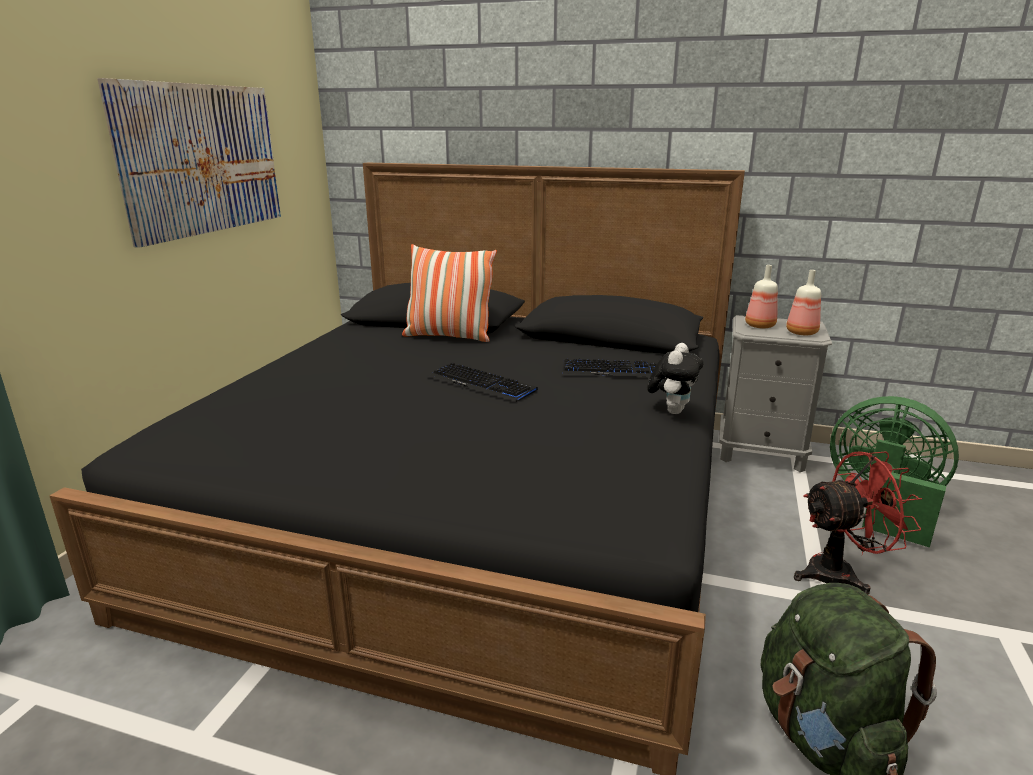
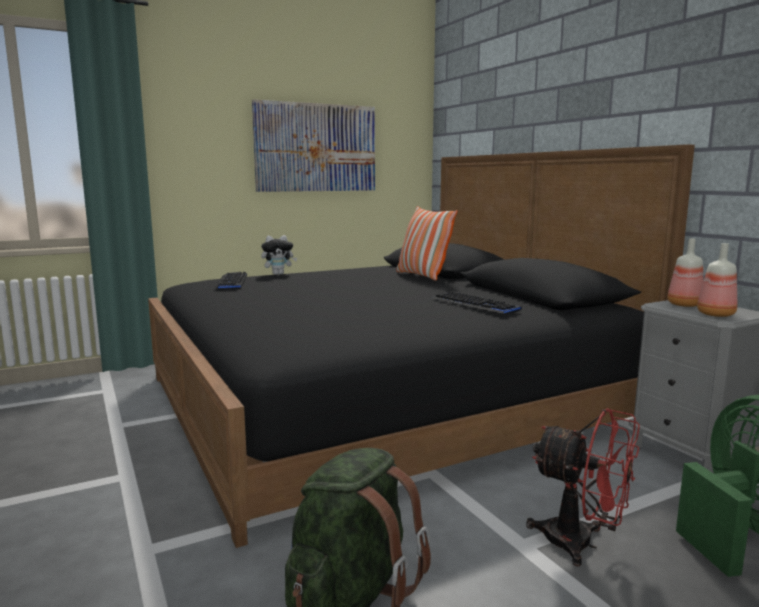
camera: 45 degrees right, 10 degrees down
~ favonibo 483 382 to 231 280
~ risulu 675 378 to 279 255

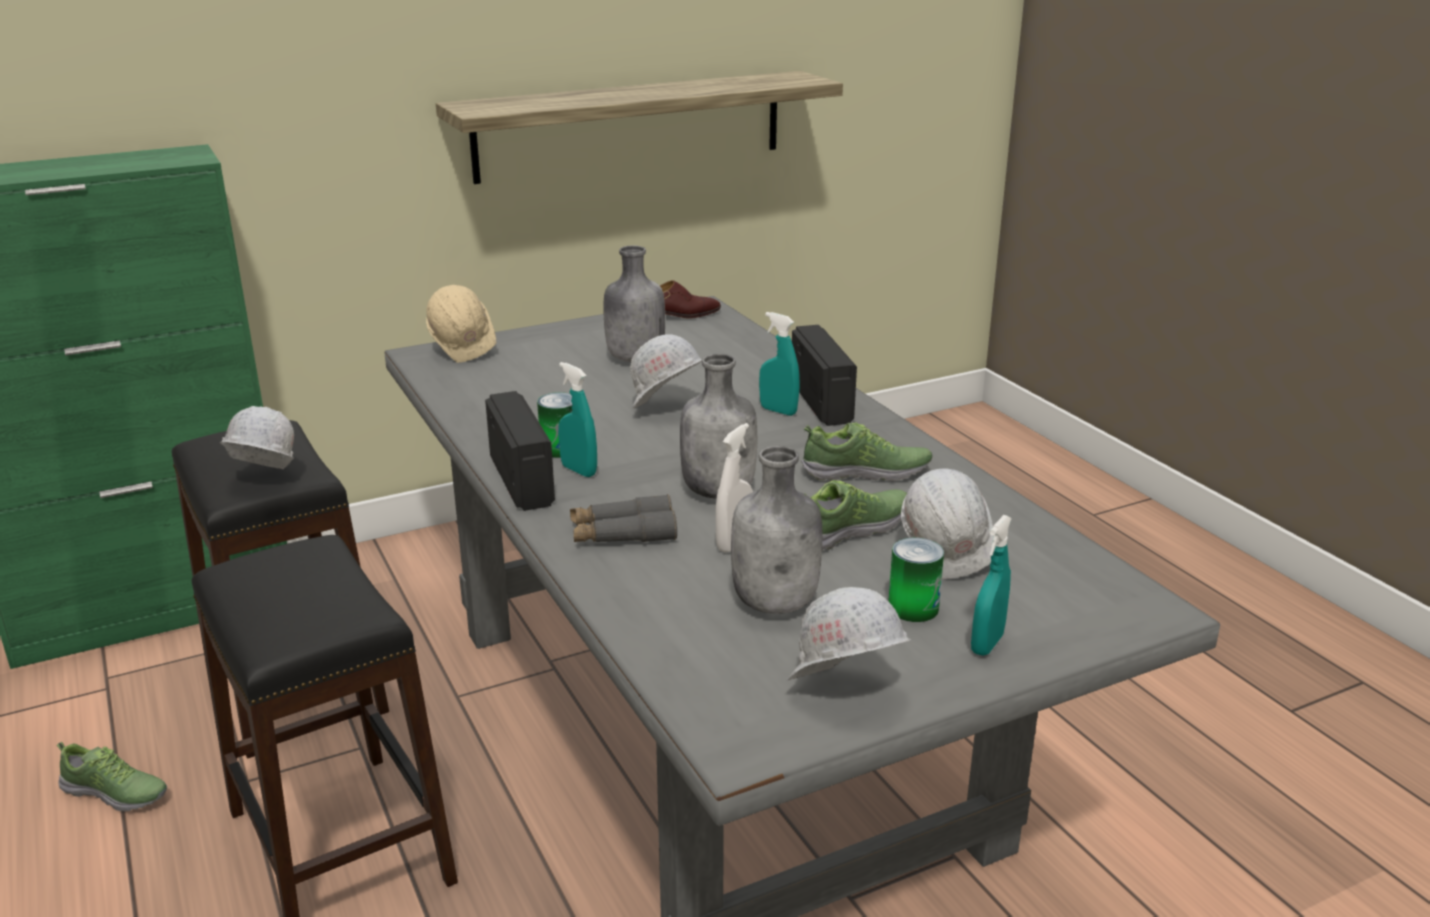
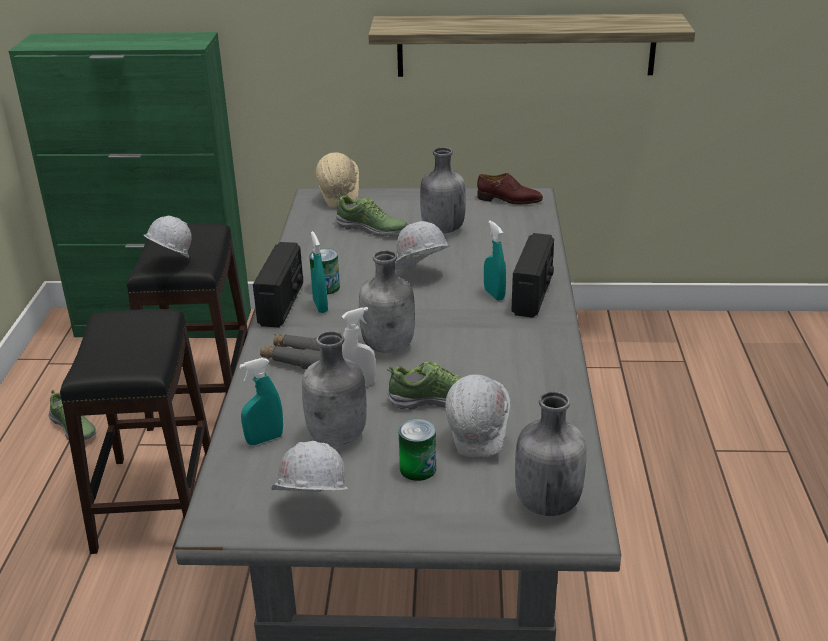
camera: 30 degrees right, 5 degrees up
~ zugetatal 866 452 to 371 215
~ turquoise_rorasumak 991 585 to 261 401
+ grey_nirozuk 551 453

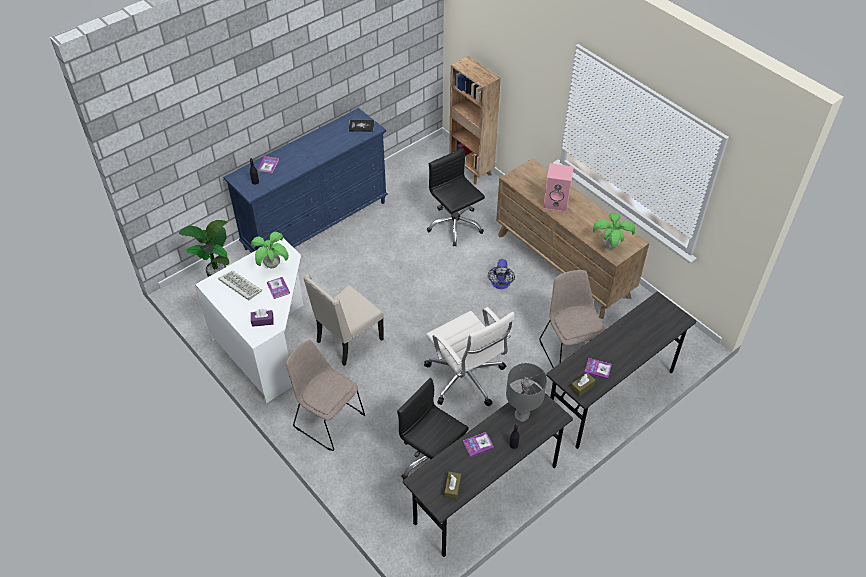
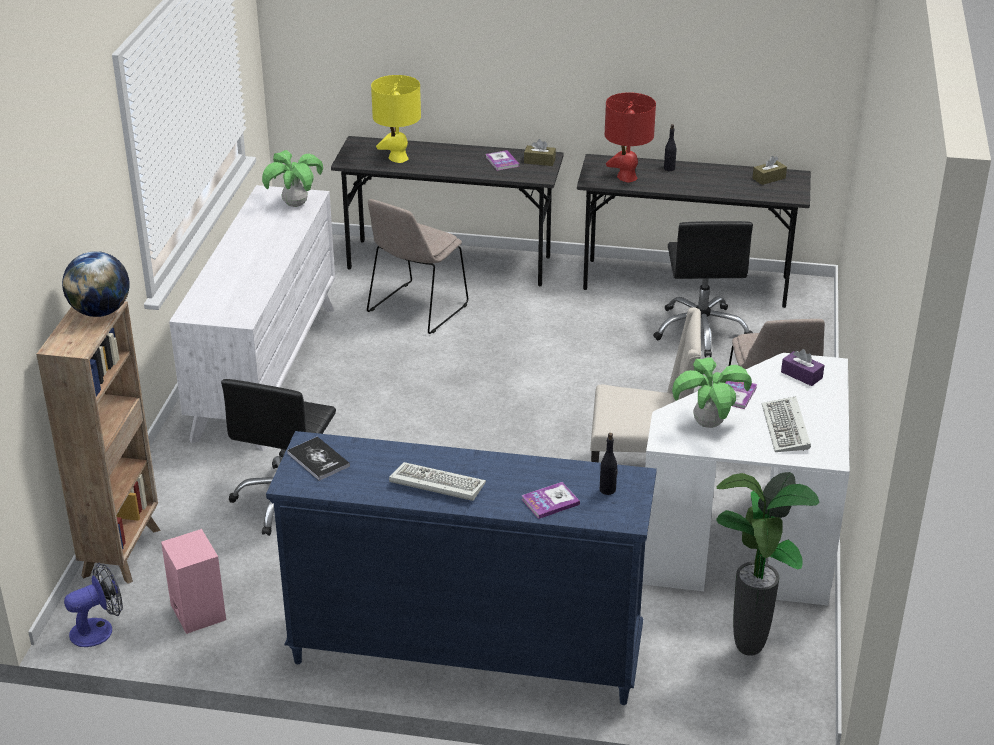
camera: 130 degrees left, 15 degrees down
- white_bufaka 469 357
- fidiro 478 444
~ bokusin 501 274 to 93 605
~ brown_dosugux 572 238 to white_dosugux 252 318
~ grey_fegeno 526 392 to red_fegeno 630 137
~ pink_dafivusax 558 187 to 193 581
+ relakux 96 284
+ yellow_fegeno 396 119
+ favonibo 437 481

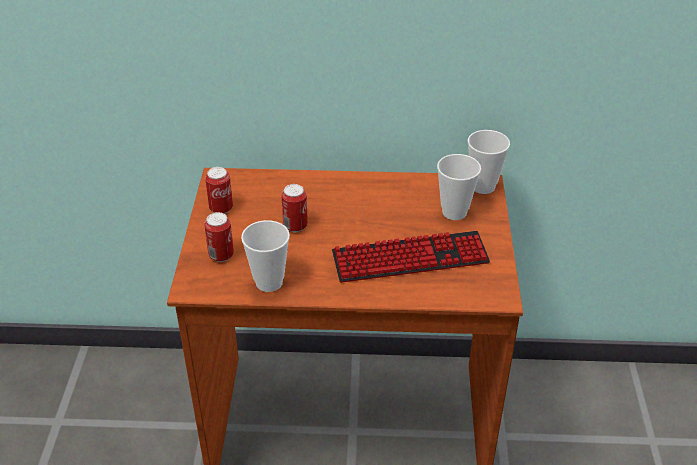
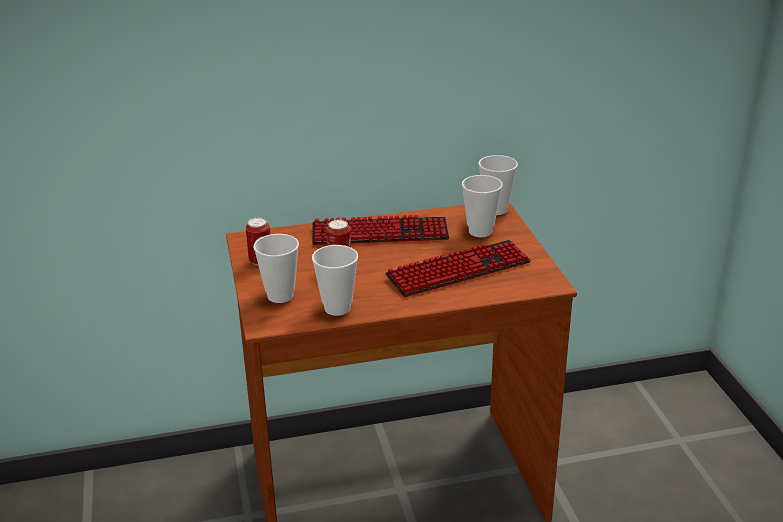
camera: 15 degrees left, 10 degrees down
~ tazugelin 219 237 to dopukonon 276 268
+ favonibo 380 230

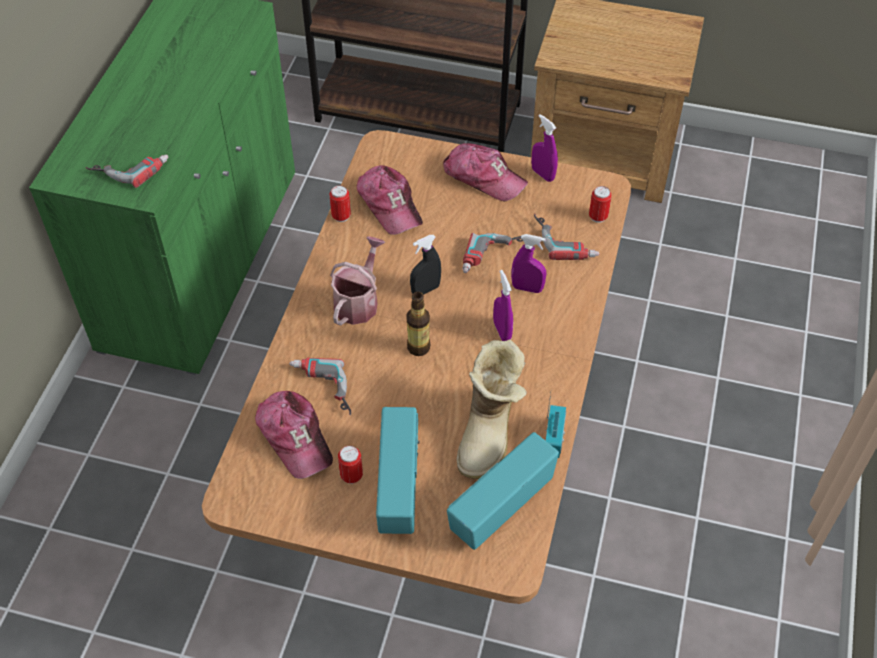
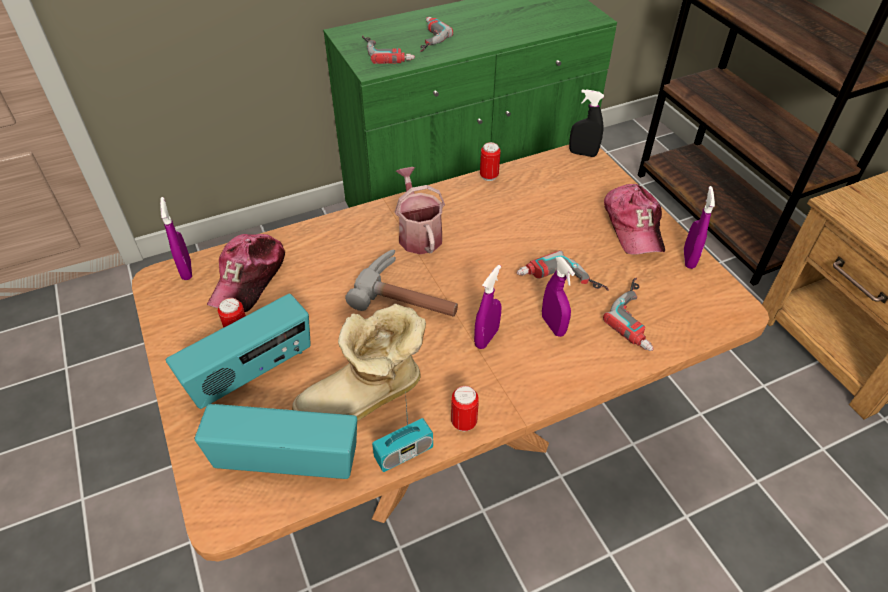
camera: 50 degrees right, 5 degrees down
~ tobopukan 320 387 to 436 34
~ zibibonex 357 281 = 420 210 90 degrees counterclockwise
- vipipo 390 200
~ nirozuk 418 324 to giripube 401 283
~ black_rorasumak 425 265 to 586 123
~ tazugelin 600 204 to 465 408
+ purple_rorasumak 176 238

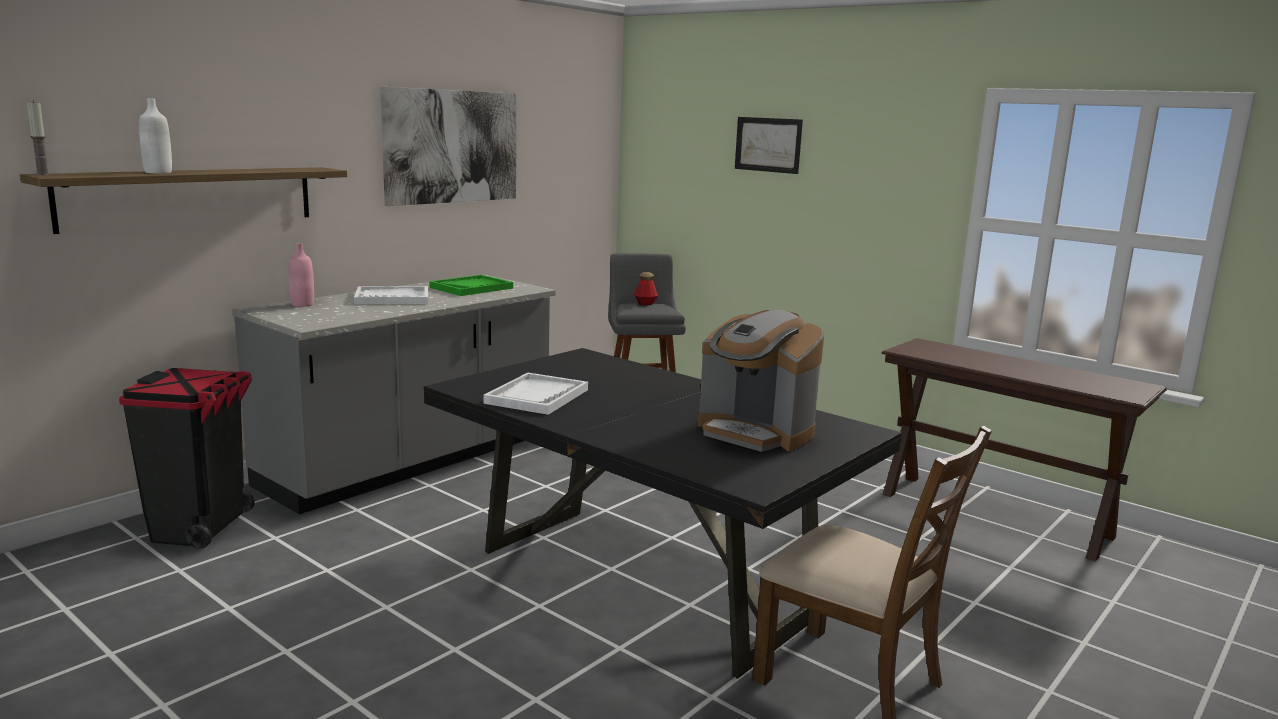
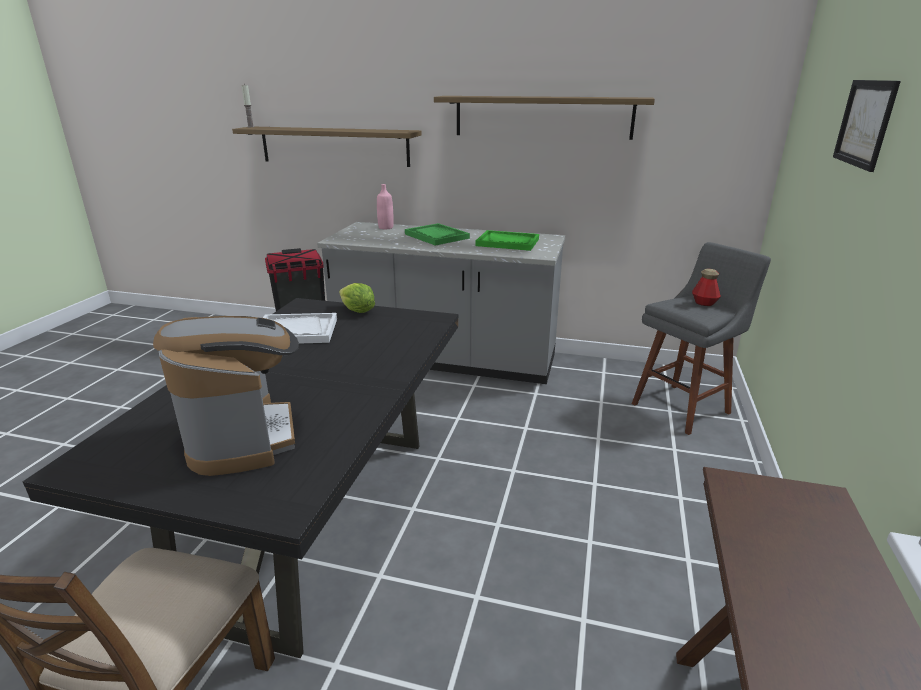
camera: 65 degrees right, 10 degrees up
- white_nirozuk 155 135
~ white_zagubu 391 295 to green_zagubu 437 234
~ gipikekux 448 146 to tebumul 544 118
~ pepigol 761 381 = 226 396 150 degrees clockwise
+ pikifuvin 357 298

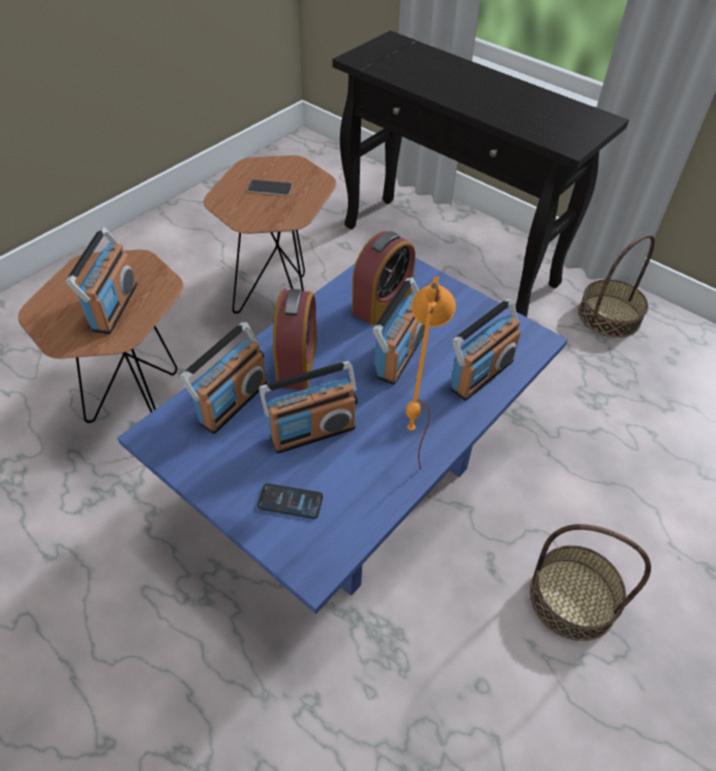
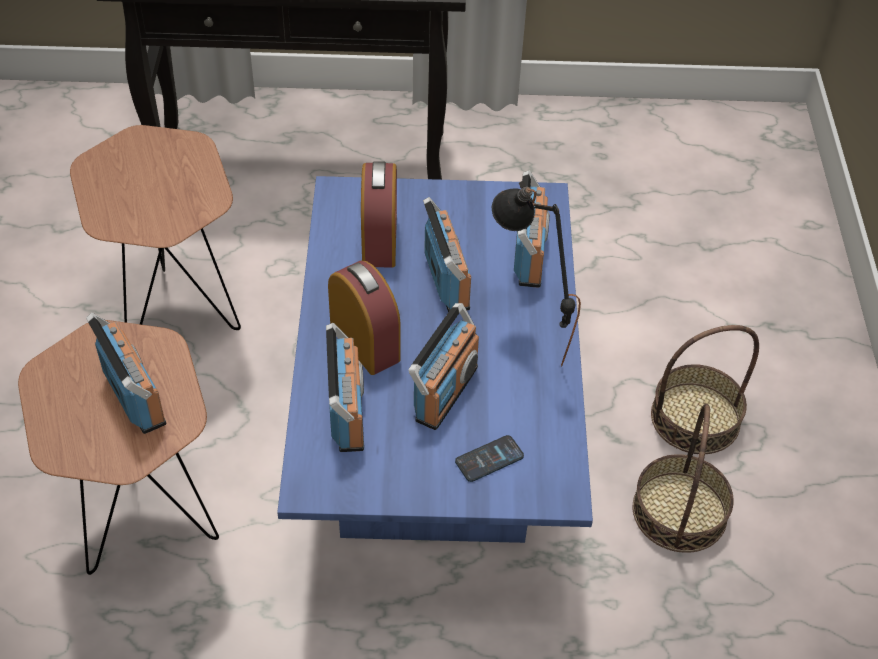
camera: 40 degrees left, 0 degrees up
- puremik 270 188
~ orange_fegeno 431 373 to black_fegeno 536 273
~ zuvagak 616 286 to 683 478

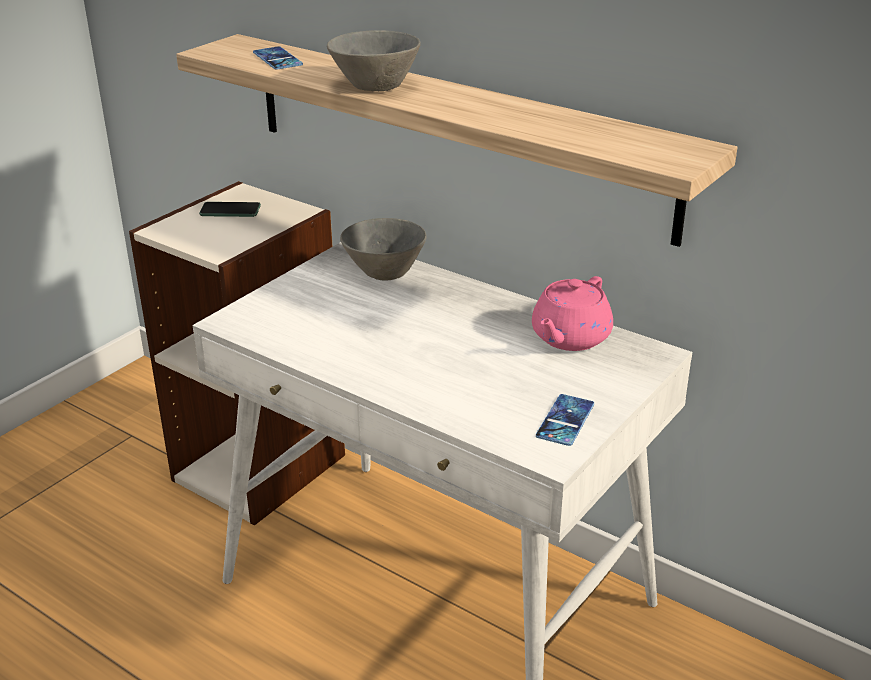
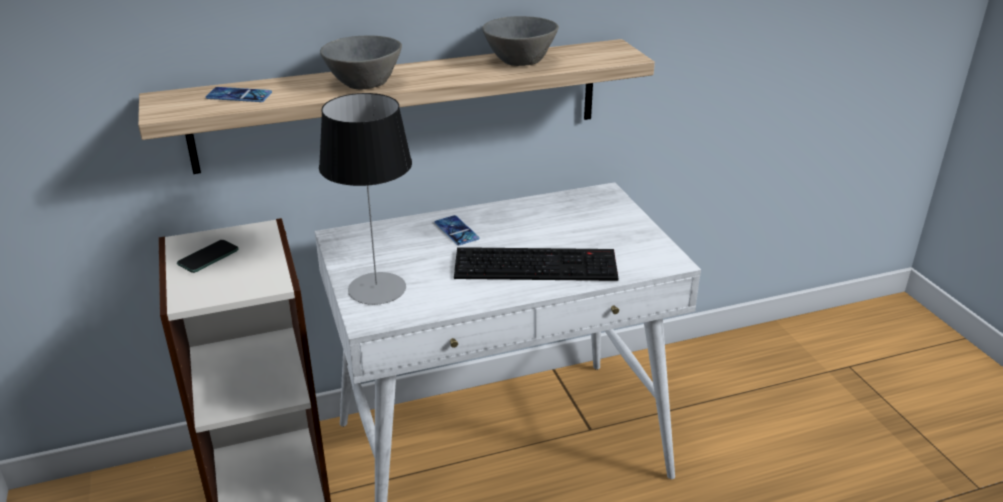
camera: 55 degrees left, 0 degrees up
~ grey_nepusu 383 249 to 520 41
- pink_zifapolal 572 313
~ puremik 565 420 to 457 230
+ fegeno 365 199
+ favonibo 536 264

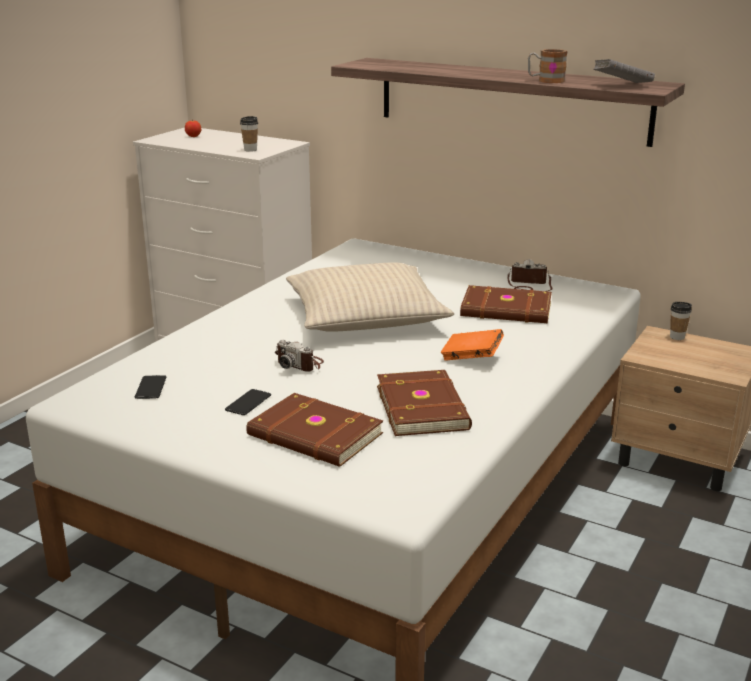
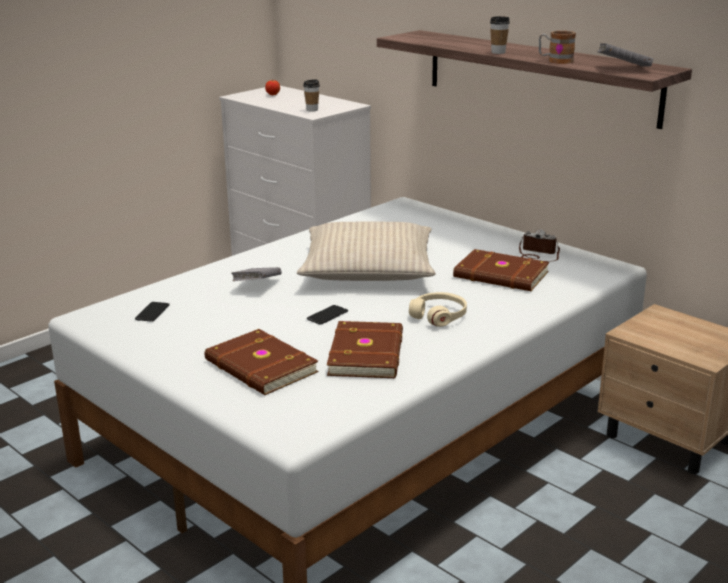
camera: 15 degrees right, 0 degrees up
~ puremik 248 402 to 327 315
- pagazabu 299 356
~ orange_fidiro 472 345 to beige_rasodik 438 309
~ dopukonon 681 321 to 500 35
+ grey_fidiro 256 274

